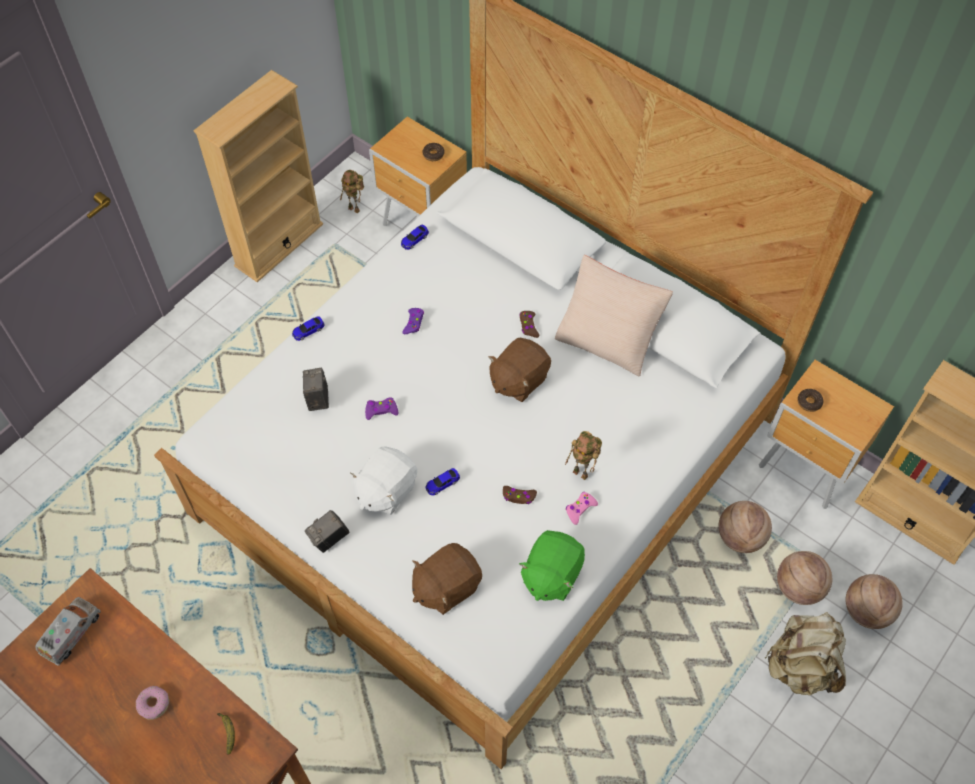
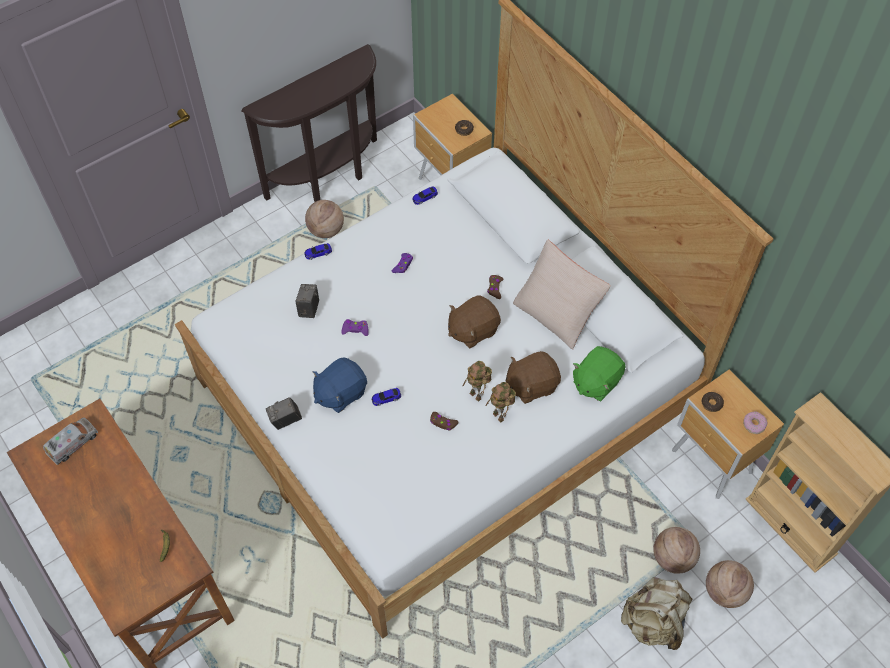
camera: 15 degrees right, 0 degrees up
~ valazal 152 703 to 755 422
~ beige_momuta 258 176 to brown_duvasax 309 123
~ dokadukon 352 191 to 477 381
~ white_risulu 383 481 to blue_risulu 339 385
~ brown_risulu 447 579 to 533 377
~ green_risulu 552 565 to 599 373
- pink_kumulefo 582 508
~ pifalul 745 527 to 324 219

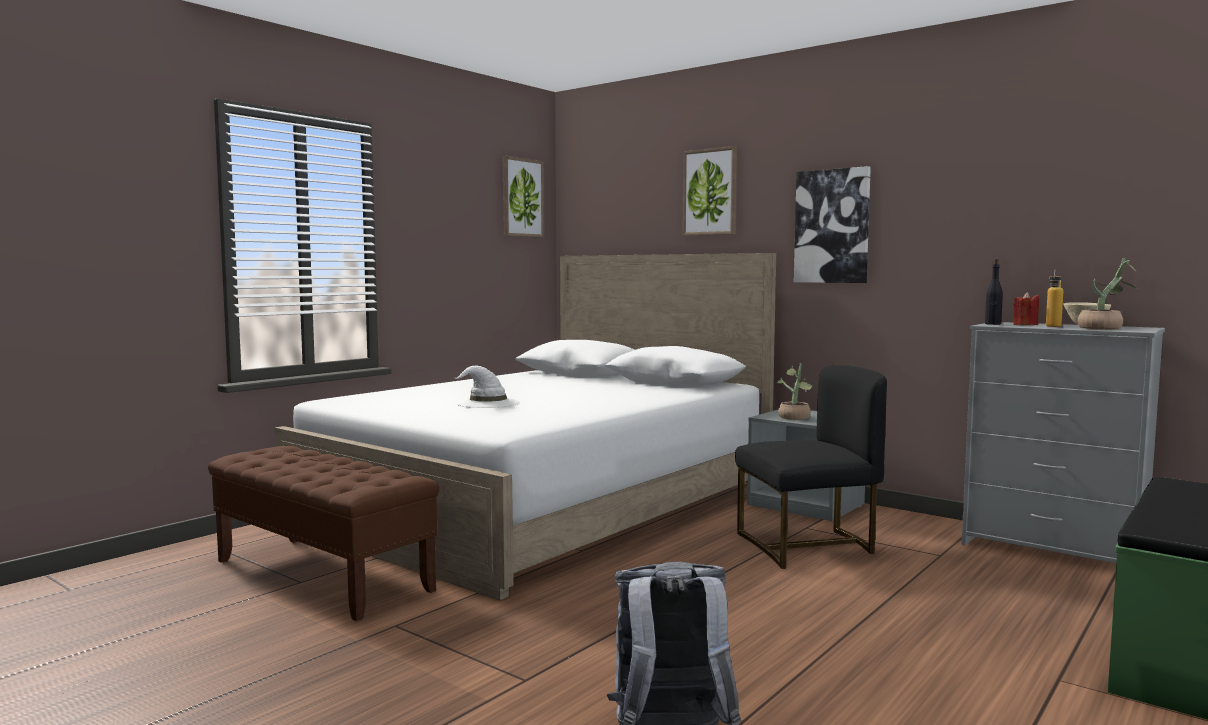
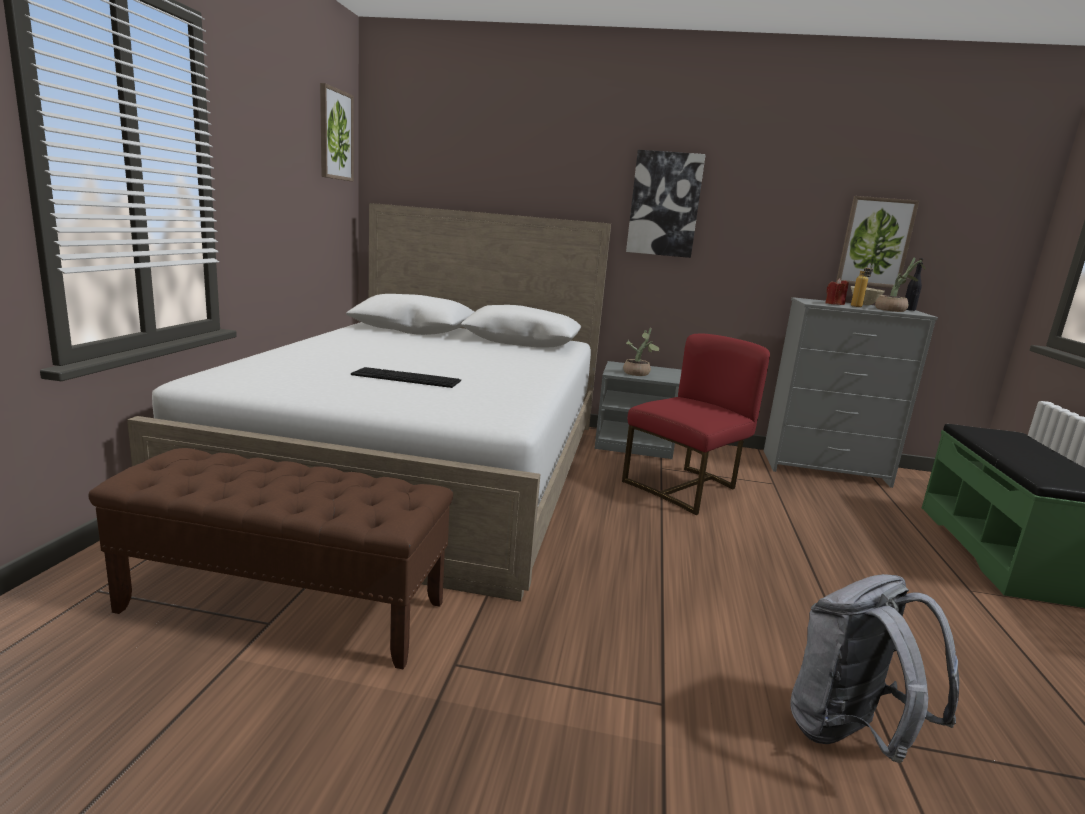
camera: 30 degrees left, 10 degrees up
~ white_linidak 487 386 to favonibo 406 377
~ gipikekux 709 191 to 877 242
~ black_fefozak 811 467 to red_fefozak 696 424
~ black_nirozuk 994 292 to 914 284

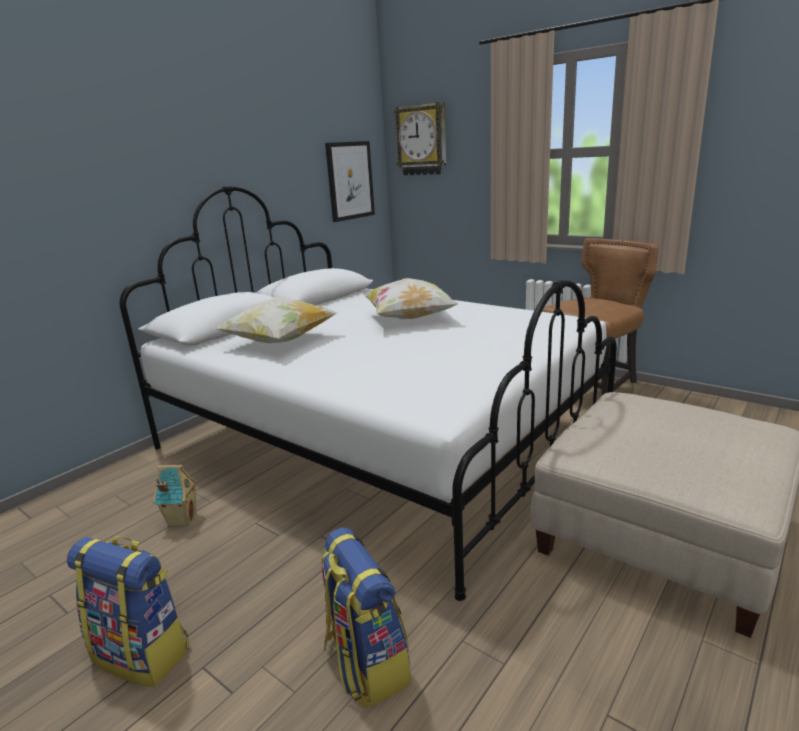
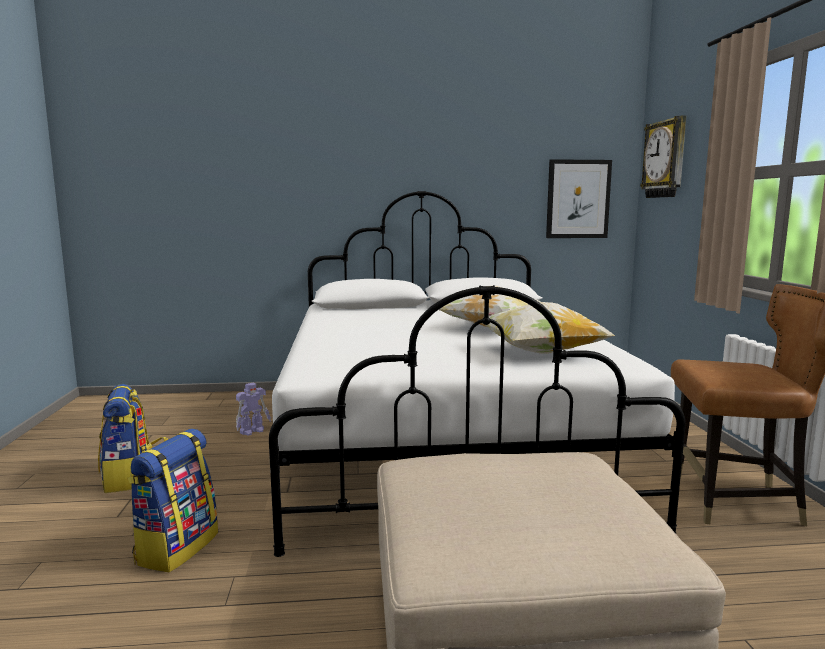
camera: 45 degrees right, 10 degrees down
~ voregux 175 495 to dokadukon 253 409
~ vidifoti 275 320 to 549 328

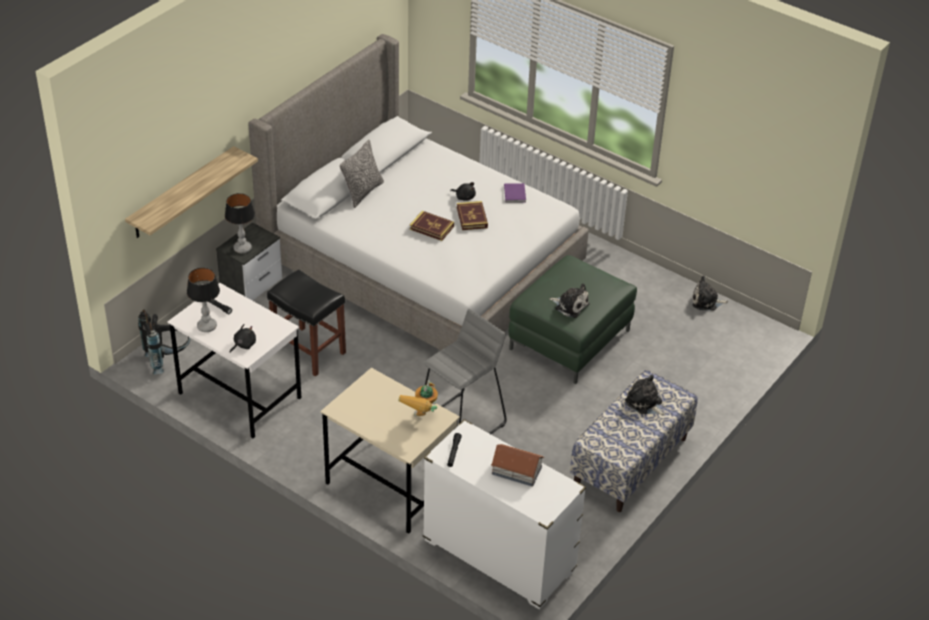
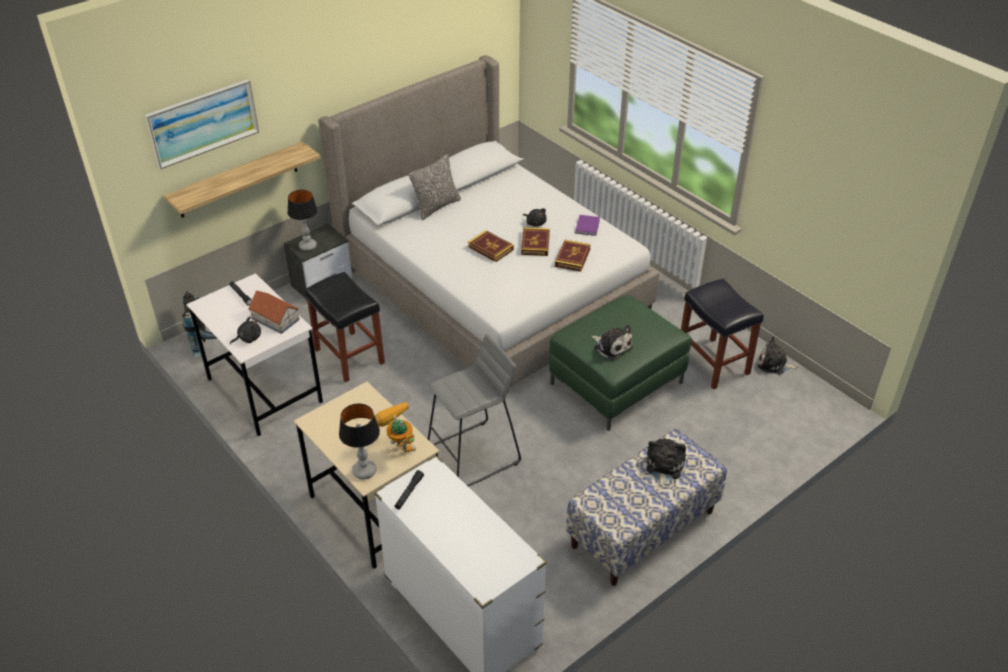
camera: 15 degrees right, 0 degrees up
~ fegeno 203 300 to 359 441
~ dokadukon 418 398 = 395 427 105 degrees clockwise
~ voregux 517 465 to 274 312
~ risulu 645 395 = 666 463 45 degrees clockwise
+ gipikekux 202 124
+ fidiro 573 256
+ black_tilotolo 722 334

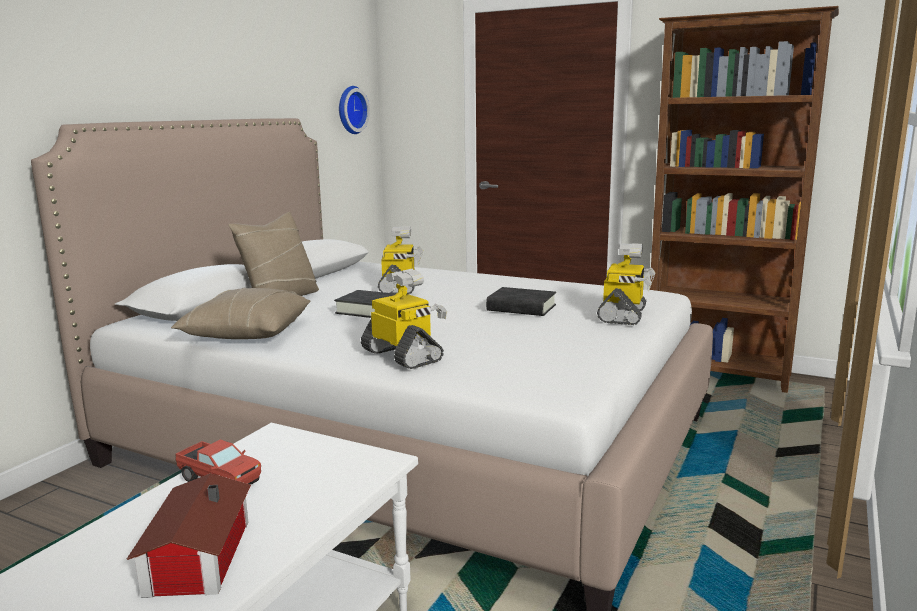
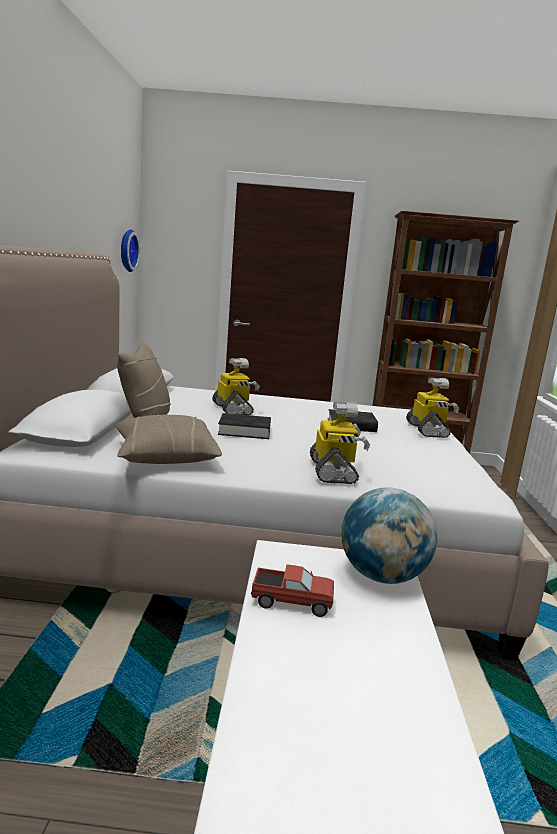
camera: 25 degrees left, 0 degrees up
- voregux 189 535
~ dokadukon 404 319 = 340 443 60 degrees clockwise
+ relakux 389 535

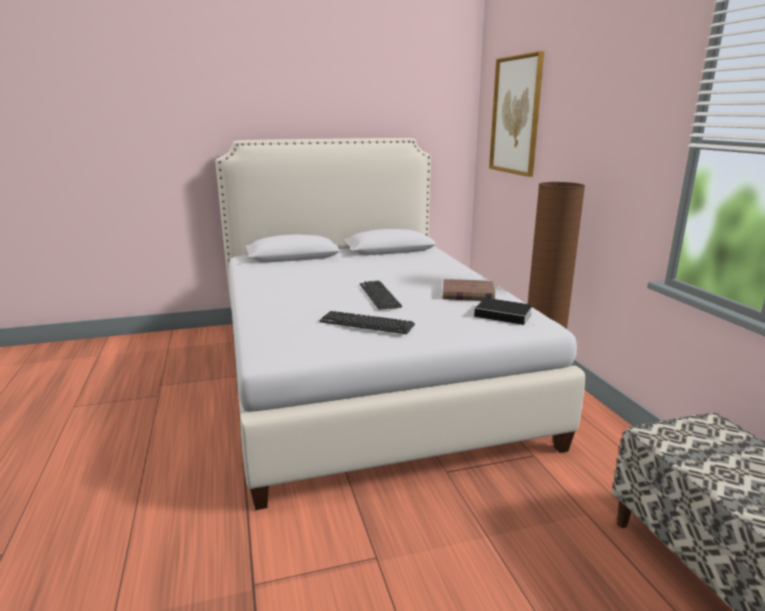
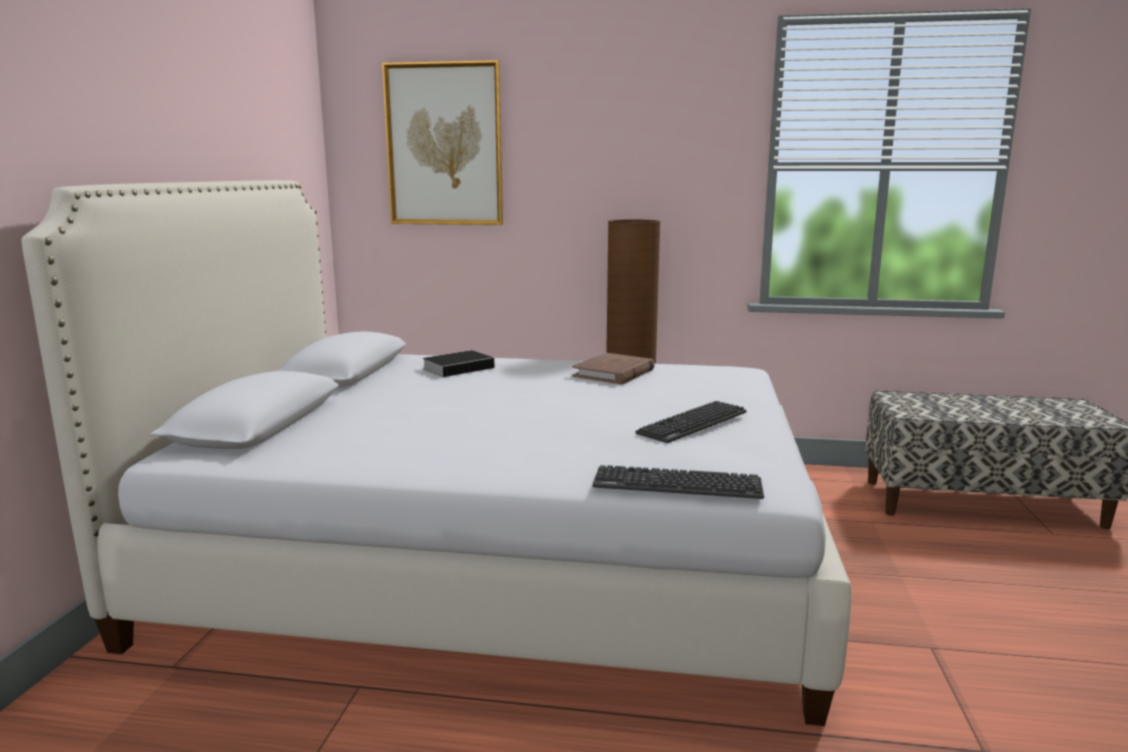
camera: 65 degrees left, 5 degrees down
~ favonibo 381 295 to 678 482
~ fidiro 504 311 to 462 363

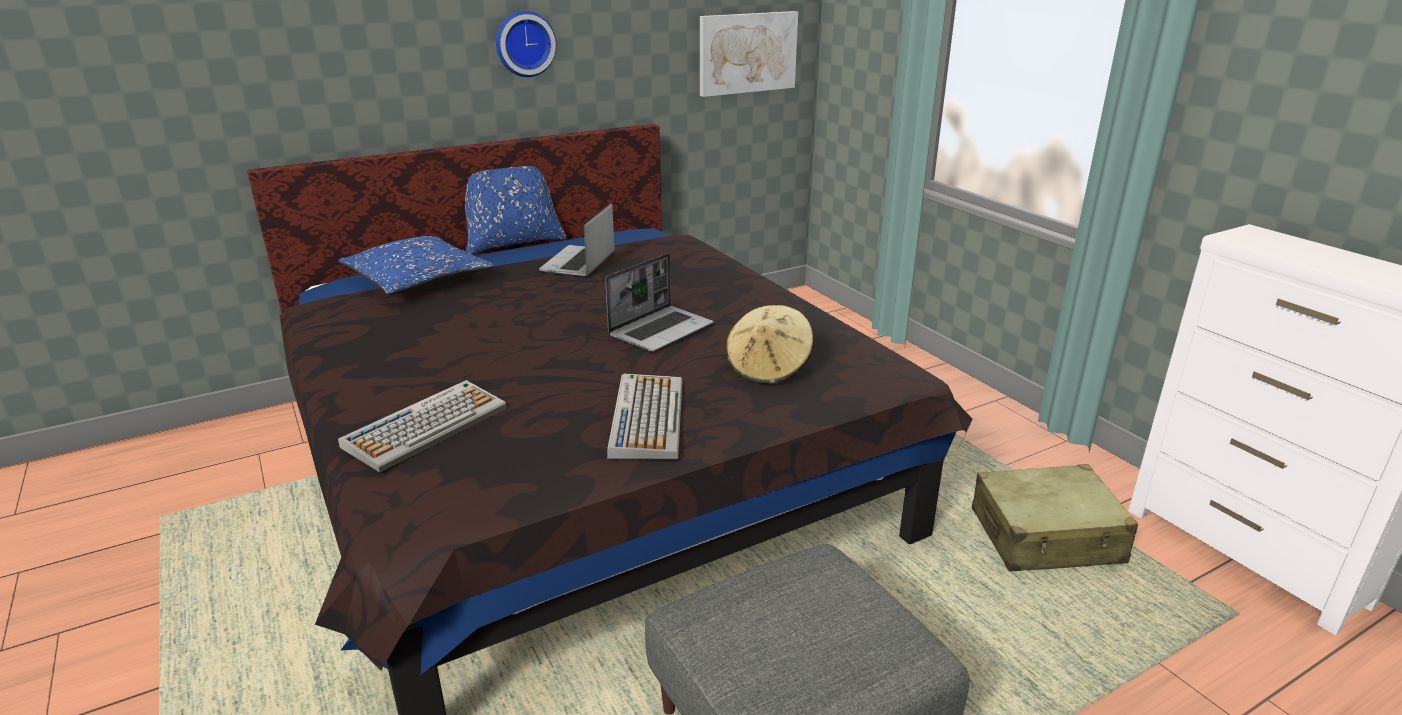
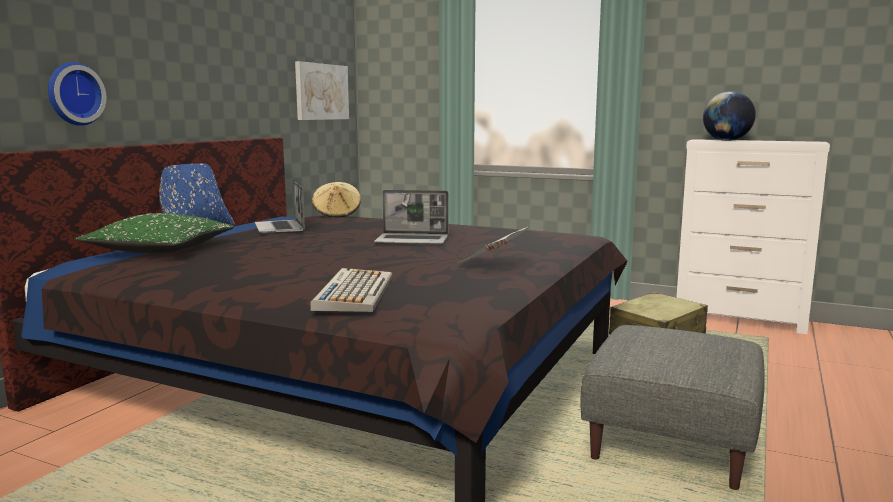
camera: 35 degrees left, 15 degrees down
~ blue_vidifoti 416 265 to green_vidifoti 154 233
~ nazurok 526 44 to 77 94
~ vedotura 659 302 = 411 217 90 degrees clockwise
~ favonibo 645 416 to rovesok 492 245
~ beige_linidak 769 344 to 336 199
+ relakux 729 116

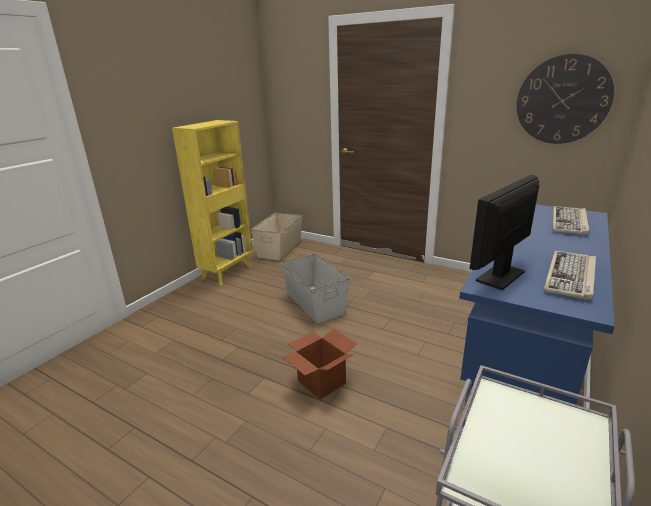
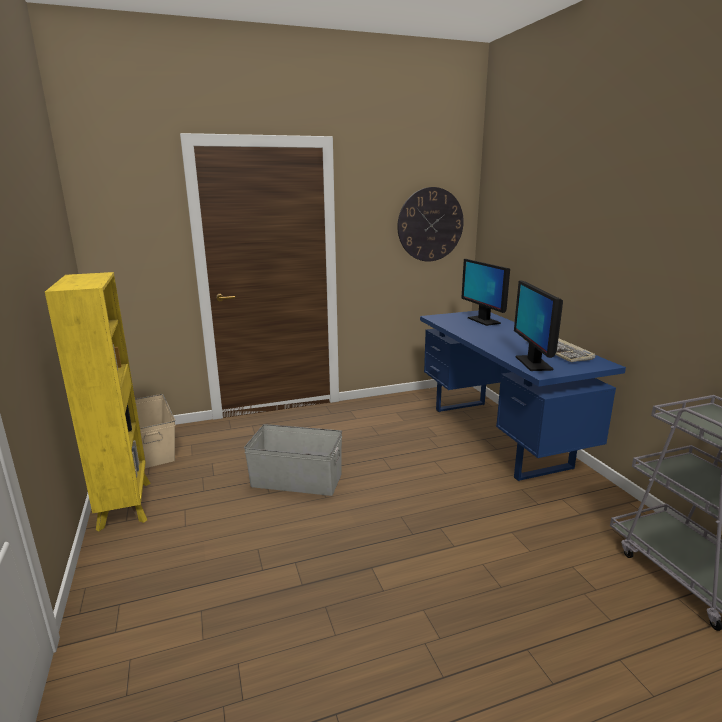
camera: 50 degrees left, 5 degrees down
- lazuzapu 320 364
~ favonibo 571 221 to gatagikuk 485 292

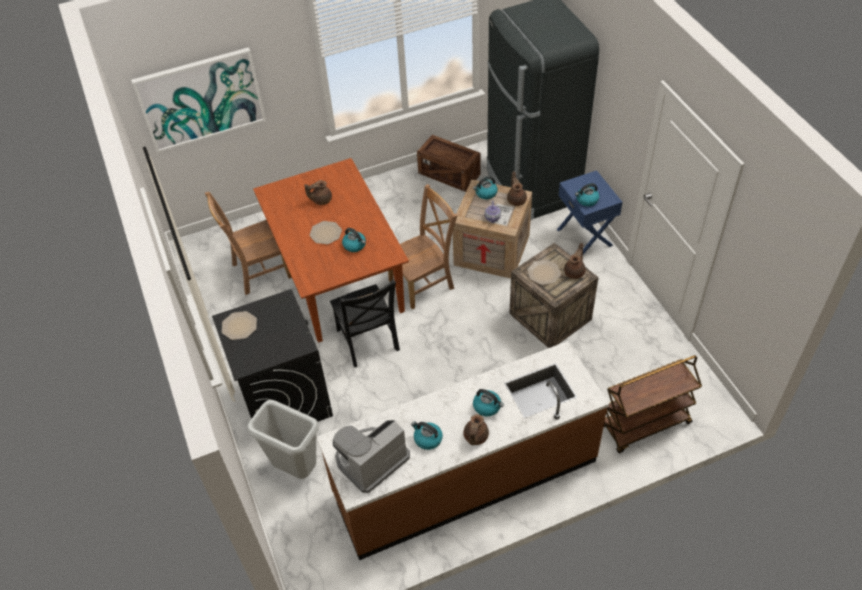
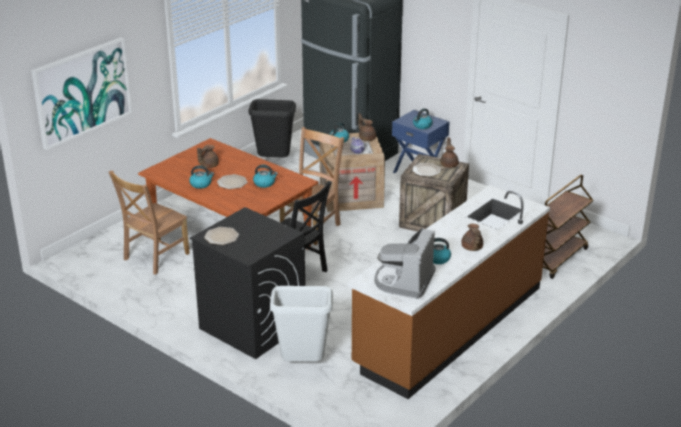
camera: 30 degrees left, 20 degrees down
~ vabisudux 449 163 to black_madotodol 272 128
~ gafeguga 488 403 to 201 177

